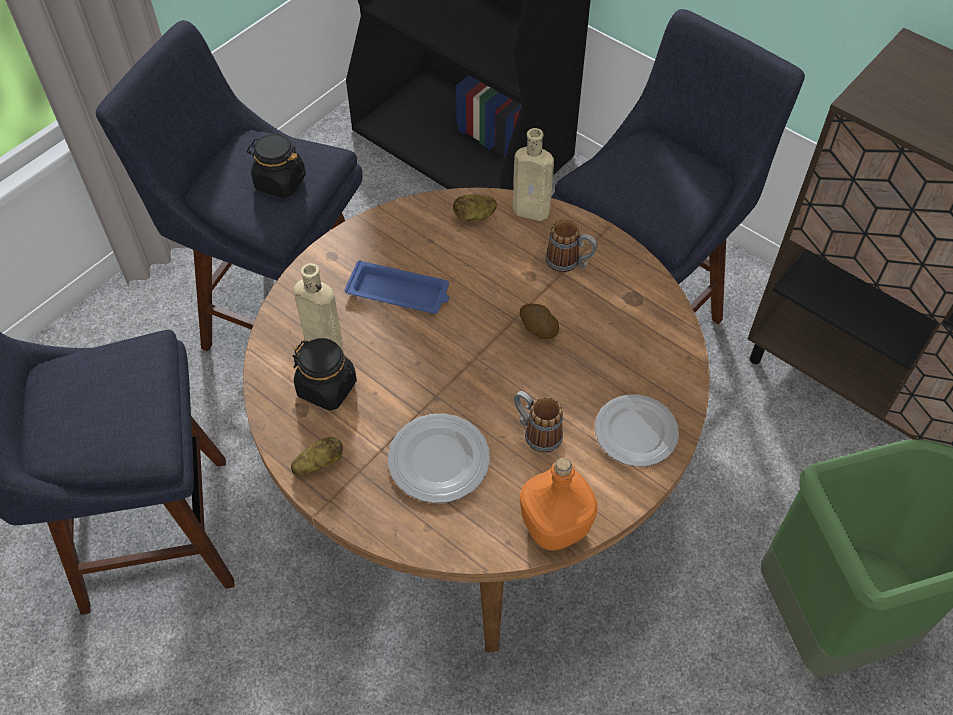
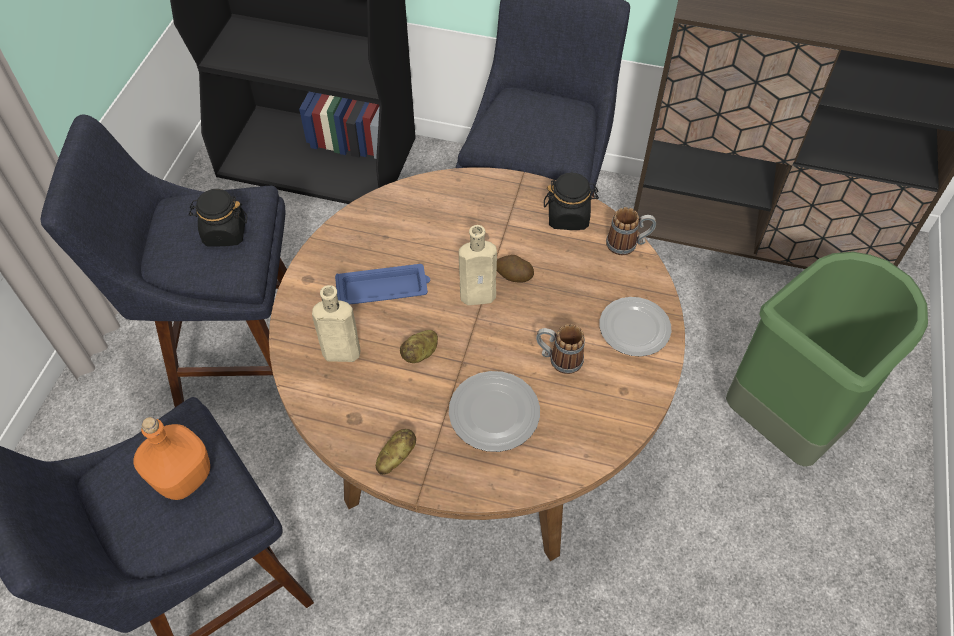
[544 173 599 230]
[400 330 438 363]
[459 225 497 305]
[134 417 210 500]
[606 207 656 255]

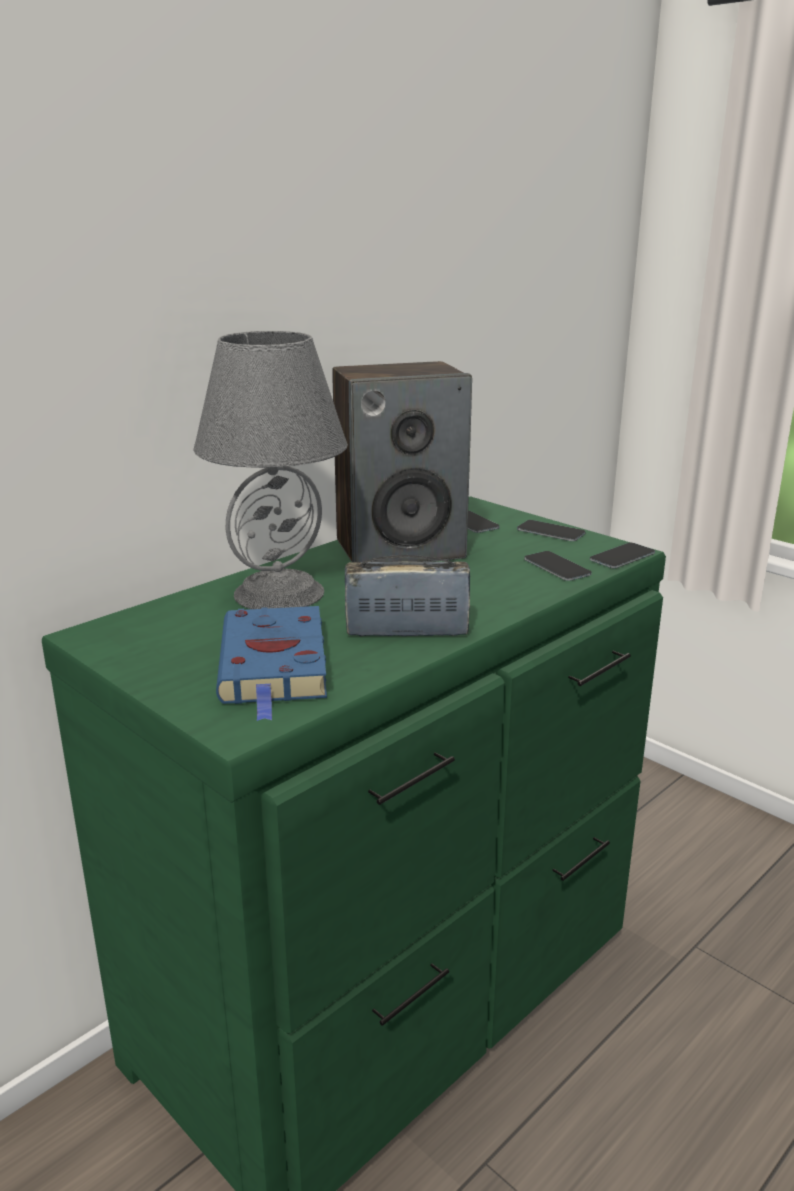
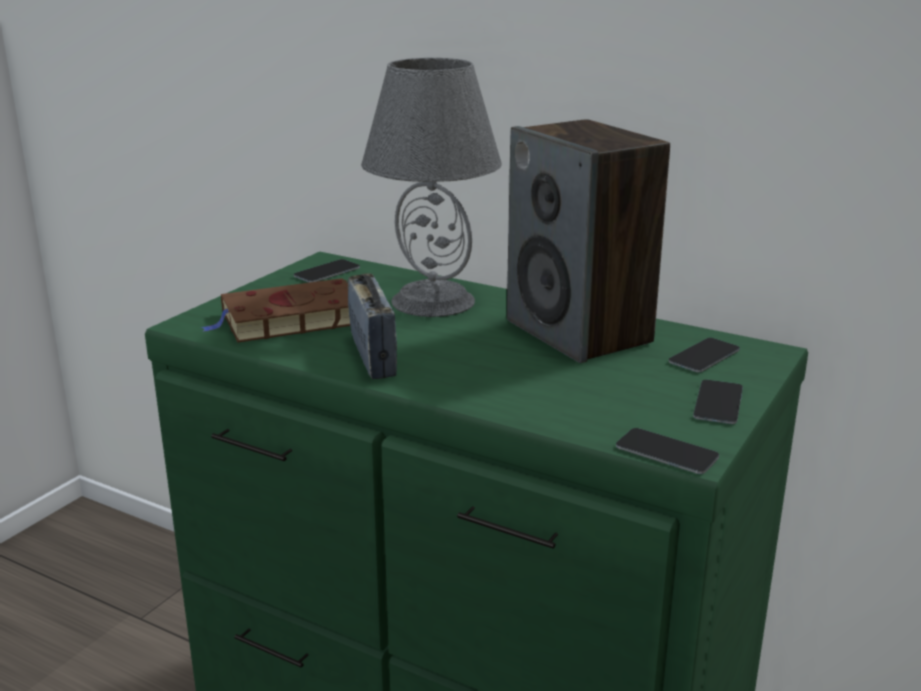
[294 259 360 283]
[201 278 350 342]

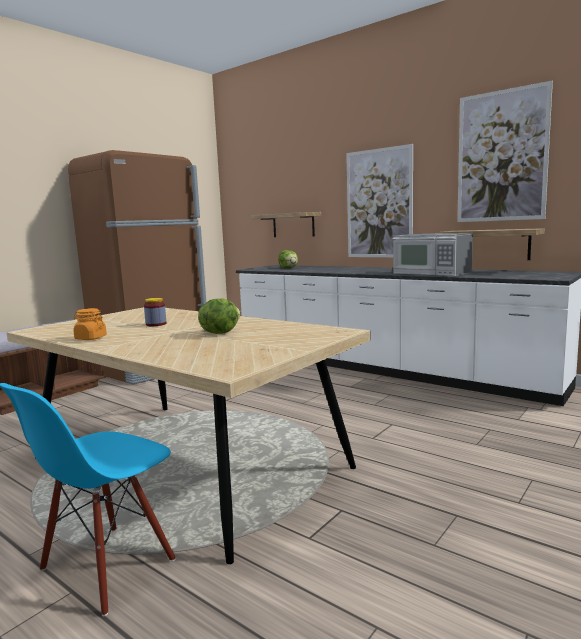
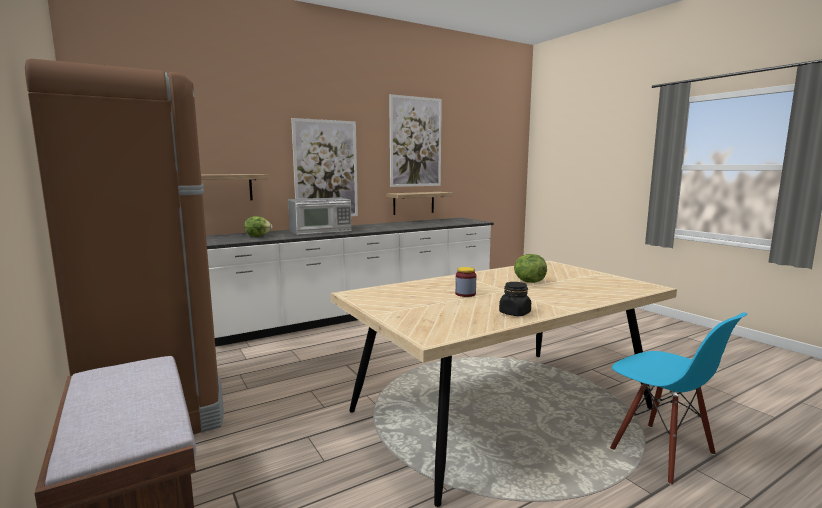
[288 198 352 235]
[499 282 531 316]

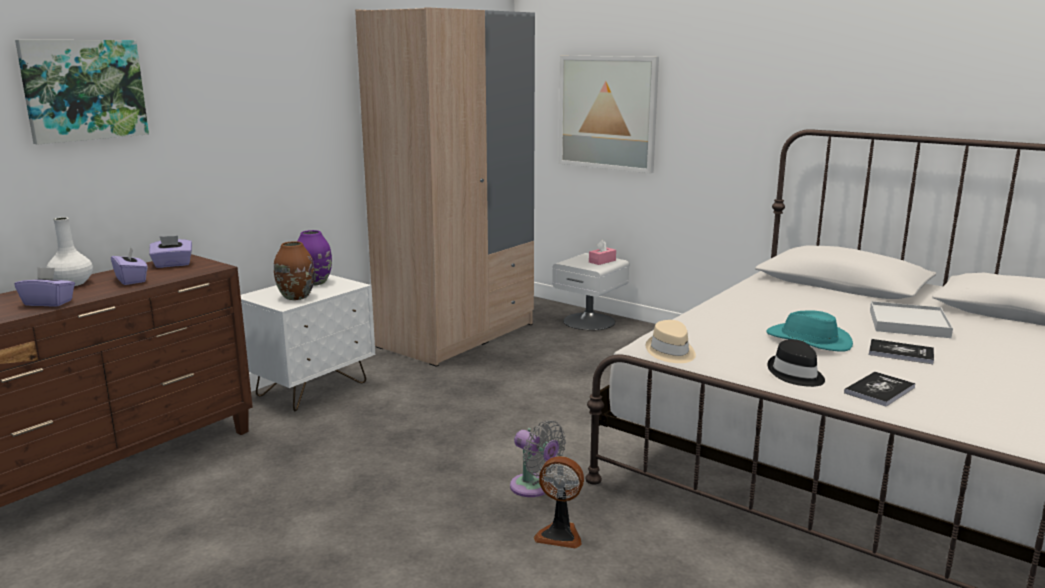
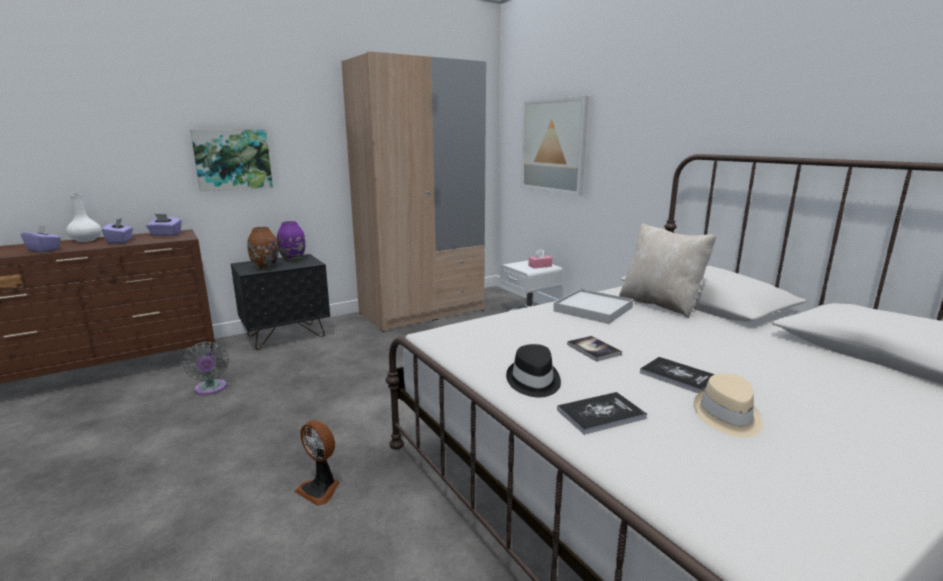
[619 223 716 318]
[190 130 273 192]
[182 342 229 395]
[694 373 763 437]
[553 289 633 324]
[567 336 622 362]
[231 254 330 350]

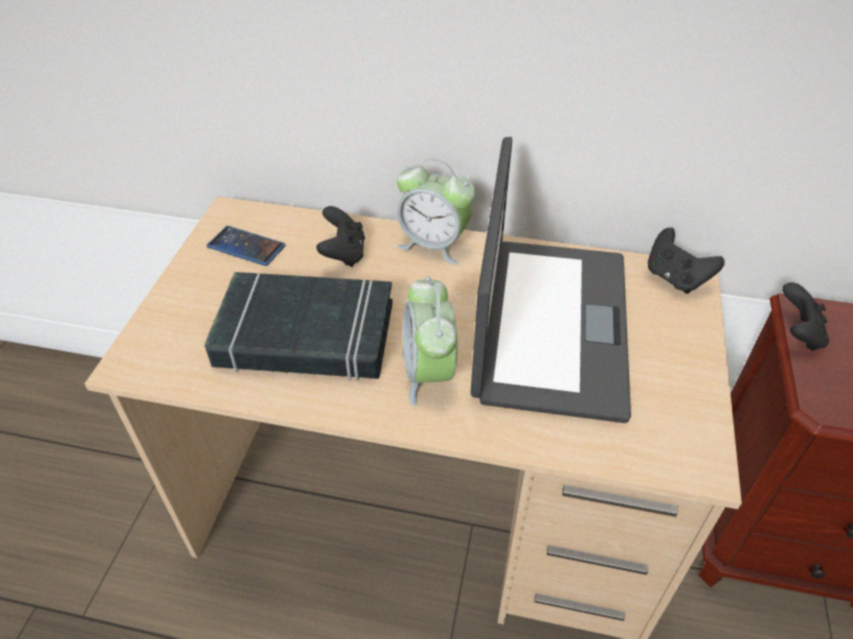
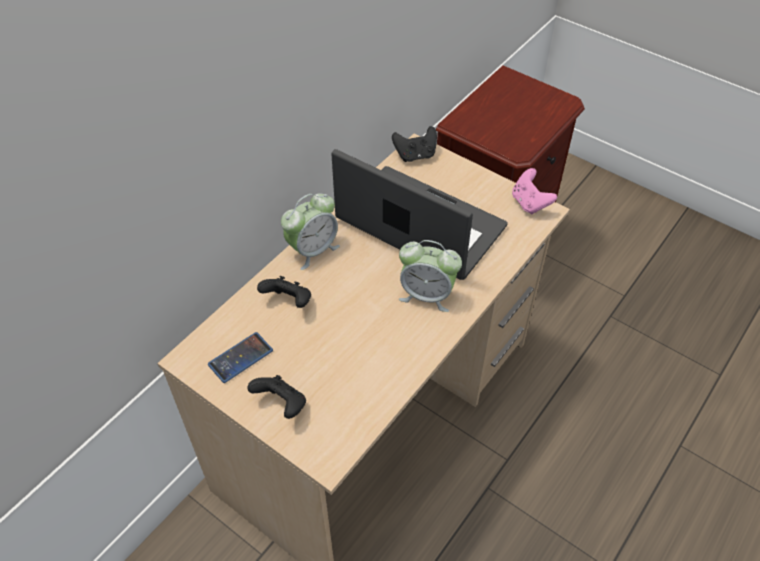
[205 272 393 381] (first image)
[512 168 557 215]
[247 375 306 419]

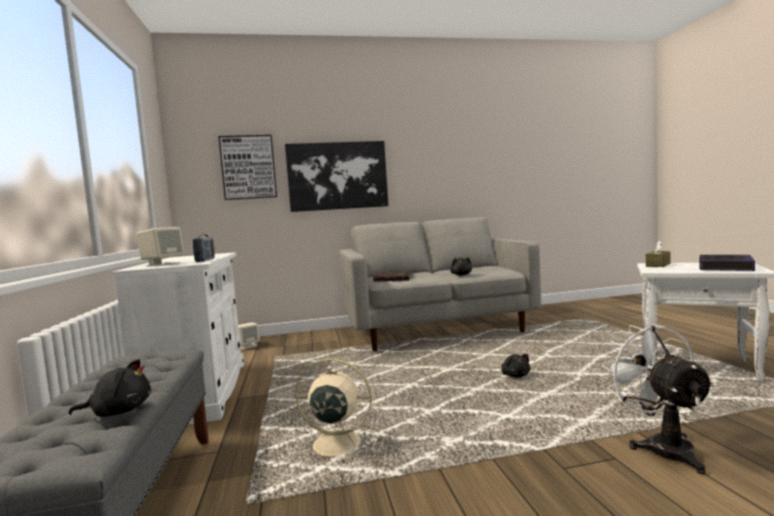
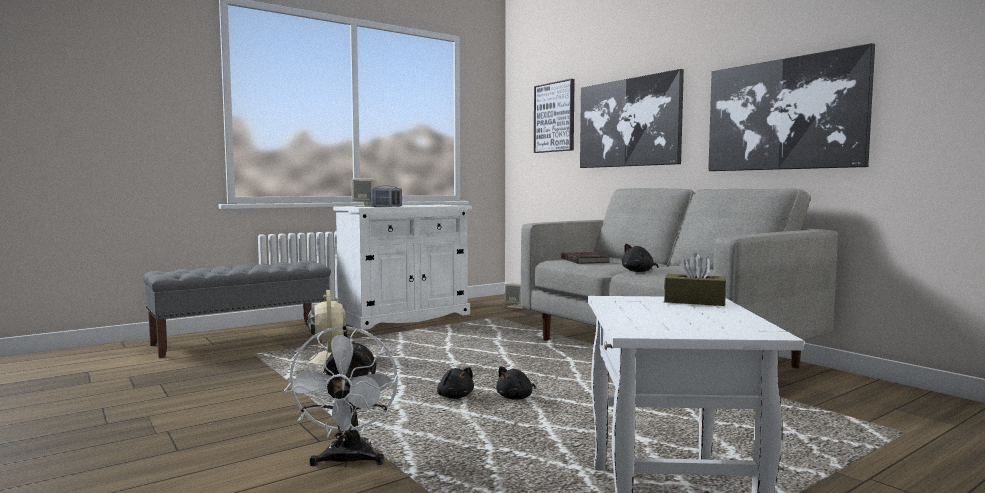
[699 255 755 271] (first image)
[708 43 875 171]
[437 367 474 399]
[284 326 398 467]

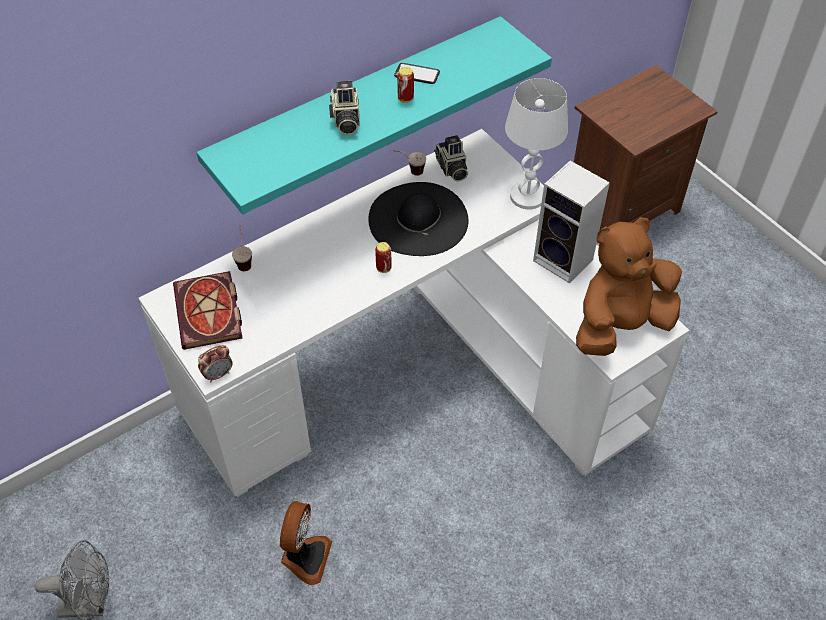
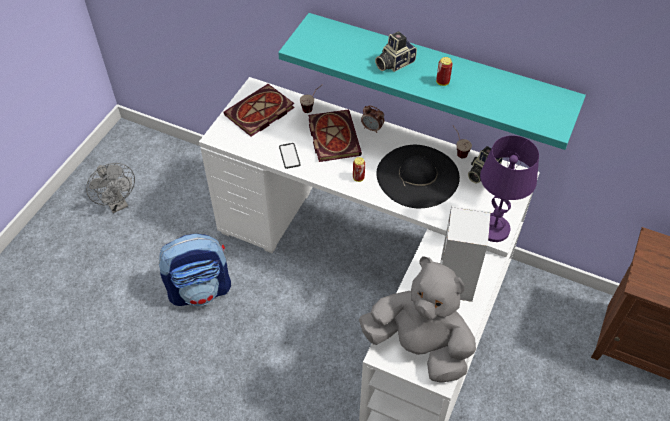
[308 110 362 162]
[361 105 384 133]
[279 143 301 169]
[159 234 231 306]
[480 135 539 242]
[359 256 476 383]

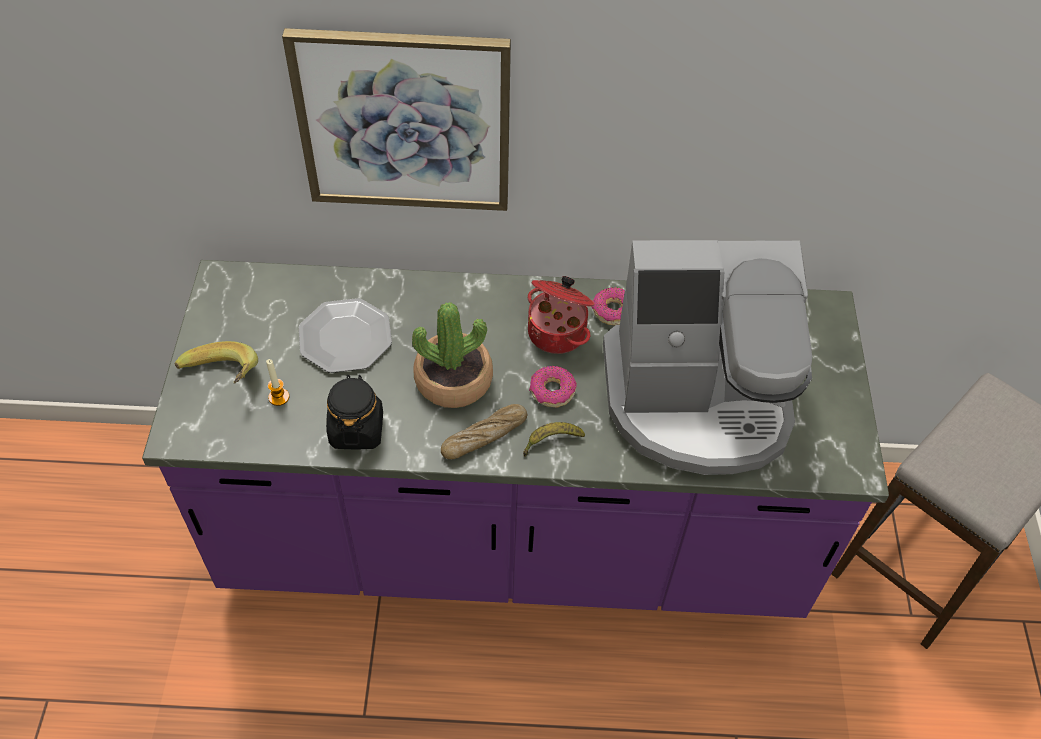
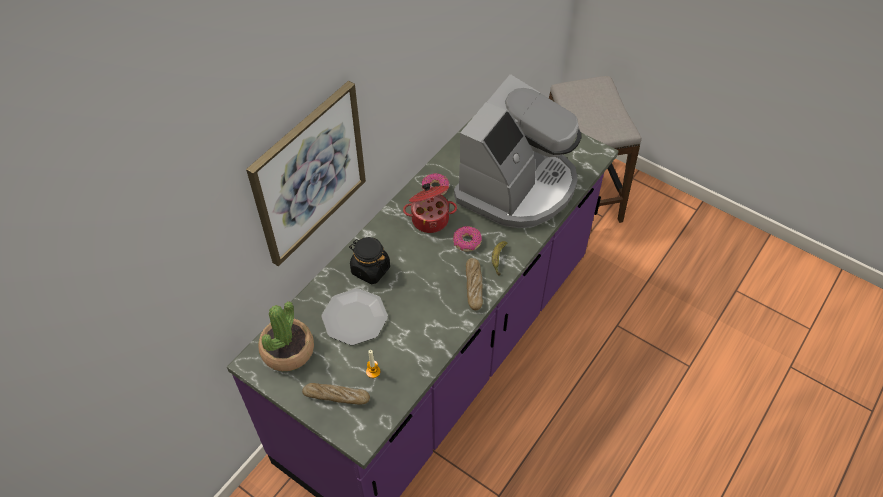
[349 237 390 284]
[258 301 314 371]
[302 383 370 405]

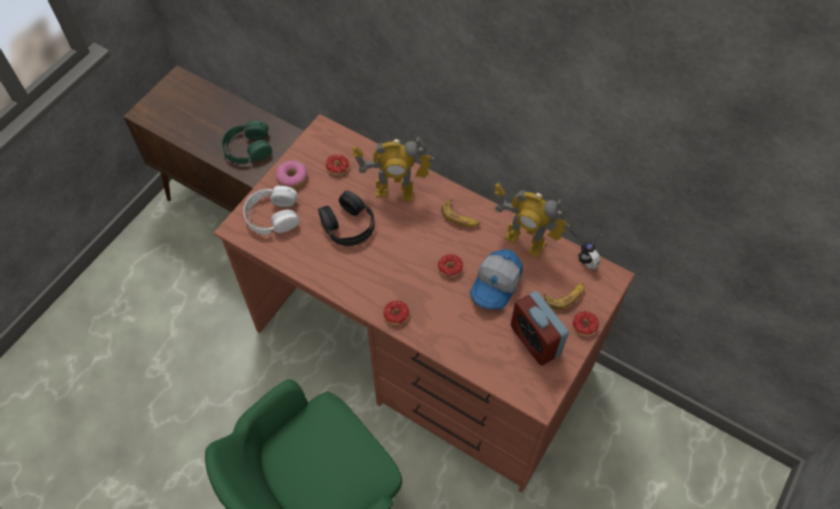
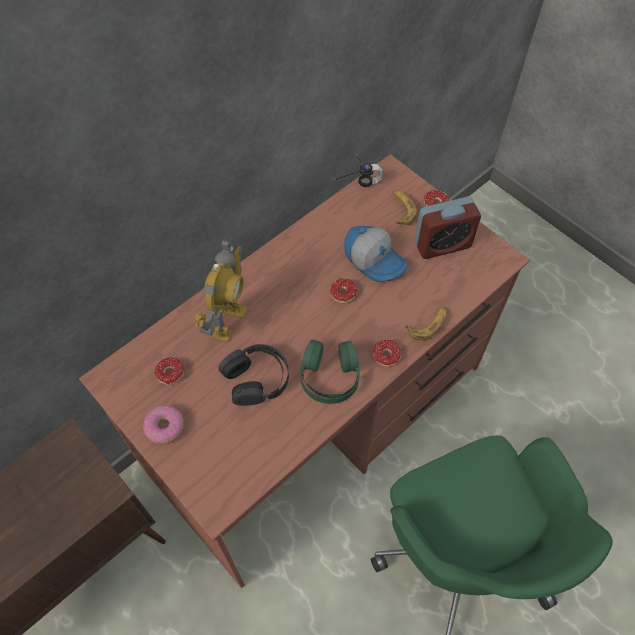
[243 186 299 235] (first image)
[494 183 571 258] (first image)
[300 339 360 404]
[406 307 446 341]

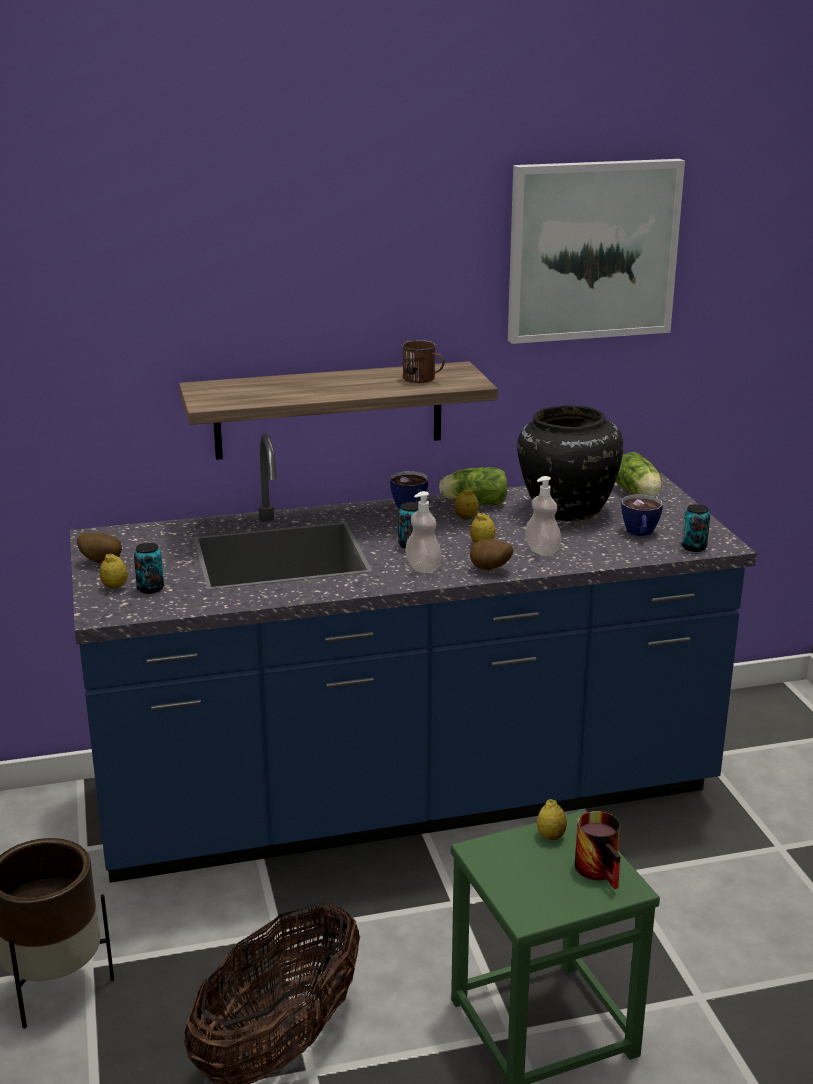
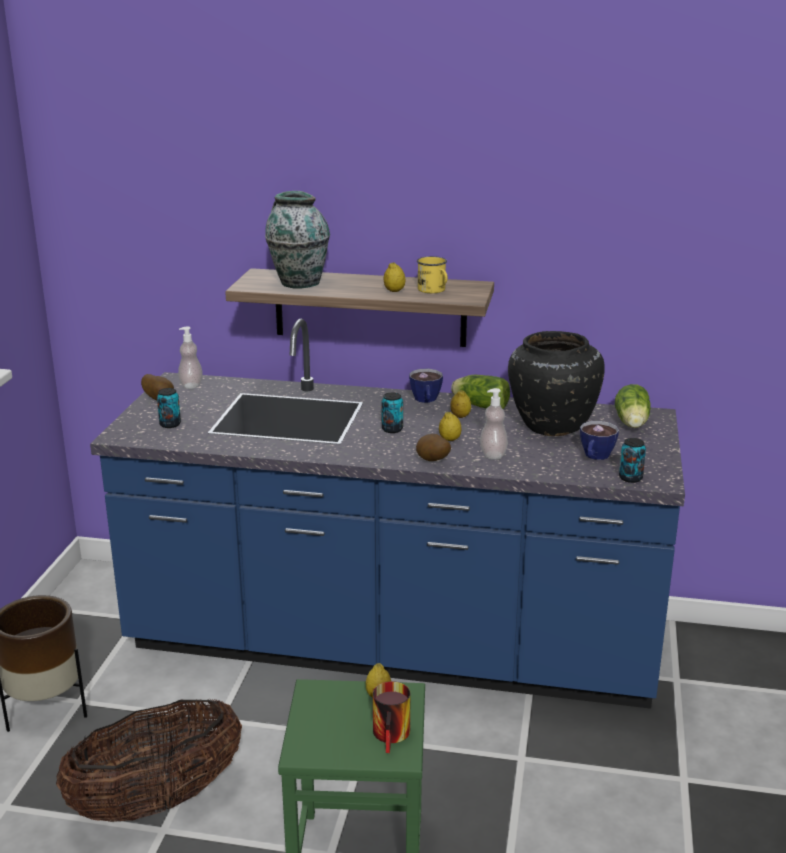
[508 159 685 344] (first image)
[265 191 330 289]
[384 262 406 292]
[178 326 203 389]
[417 256 448 293]

